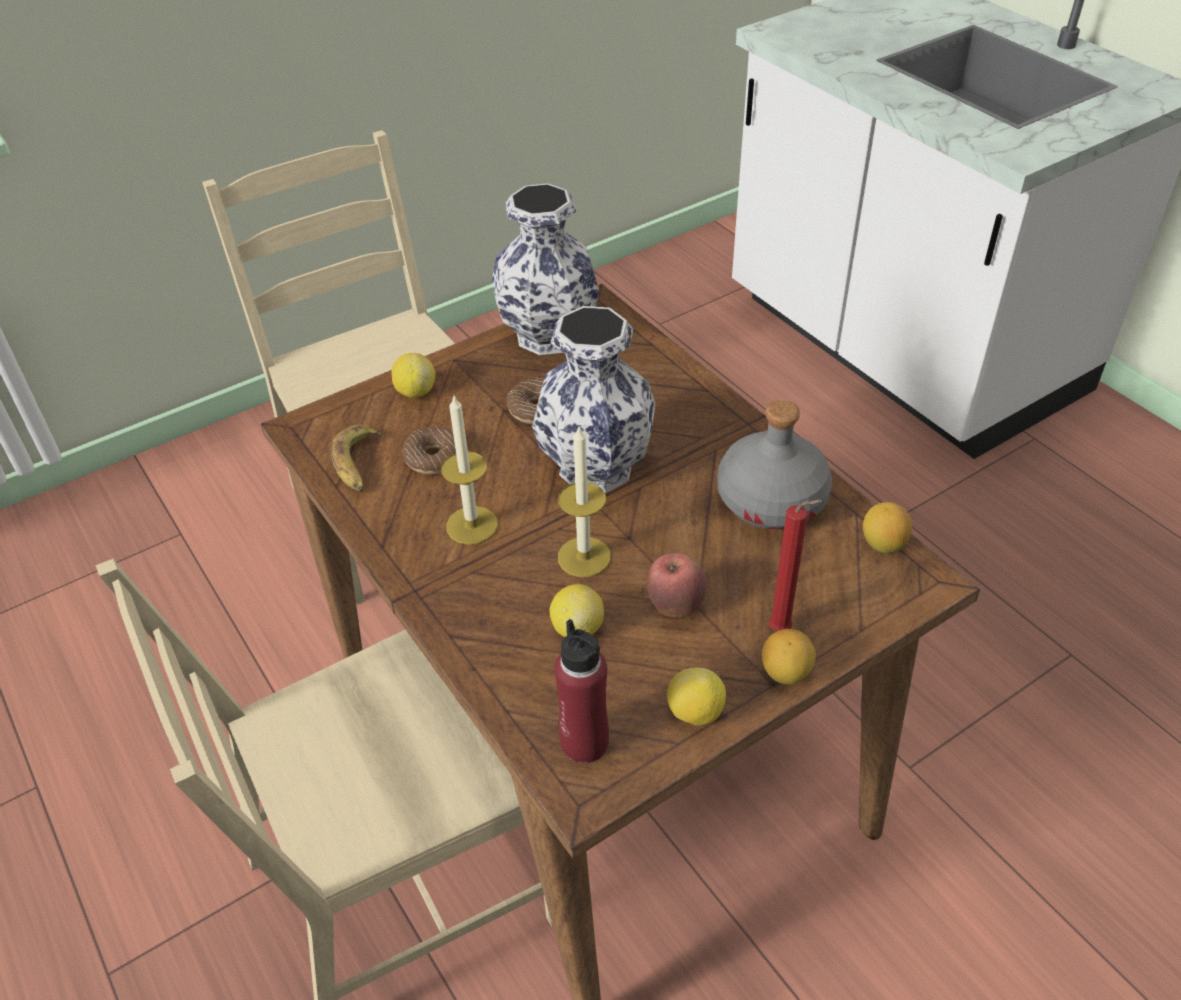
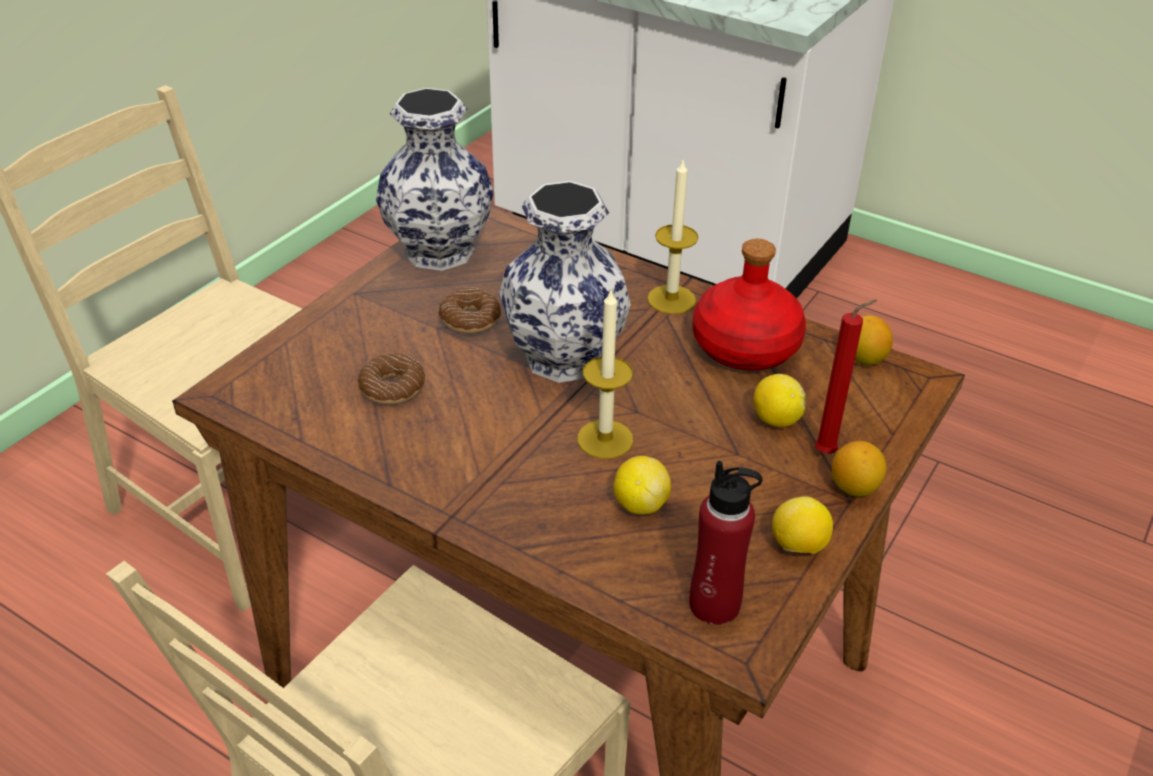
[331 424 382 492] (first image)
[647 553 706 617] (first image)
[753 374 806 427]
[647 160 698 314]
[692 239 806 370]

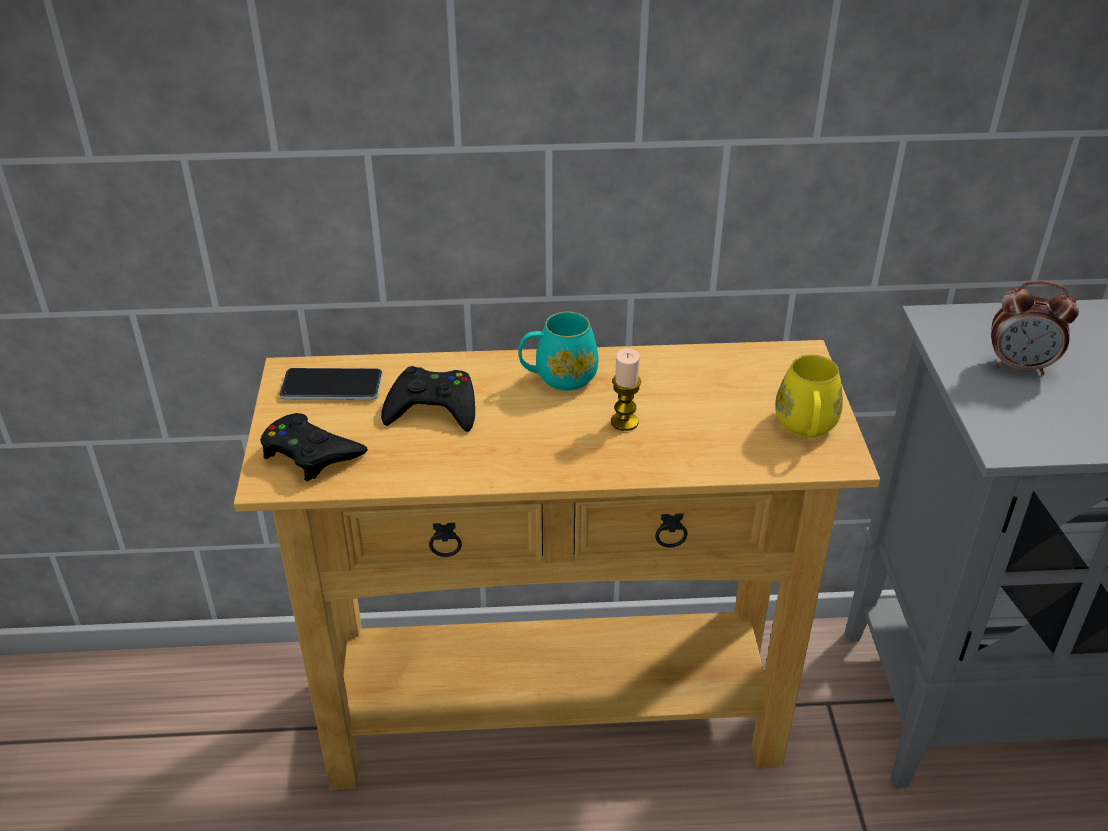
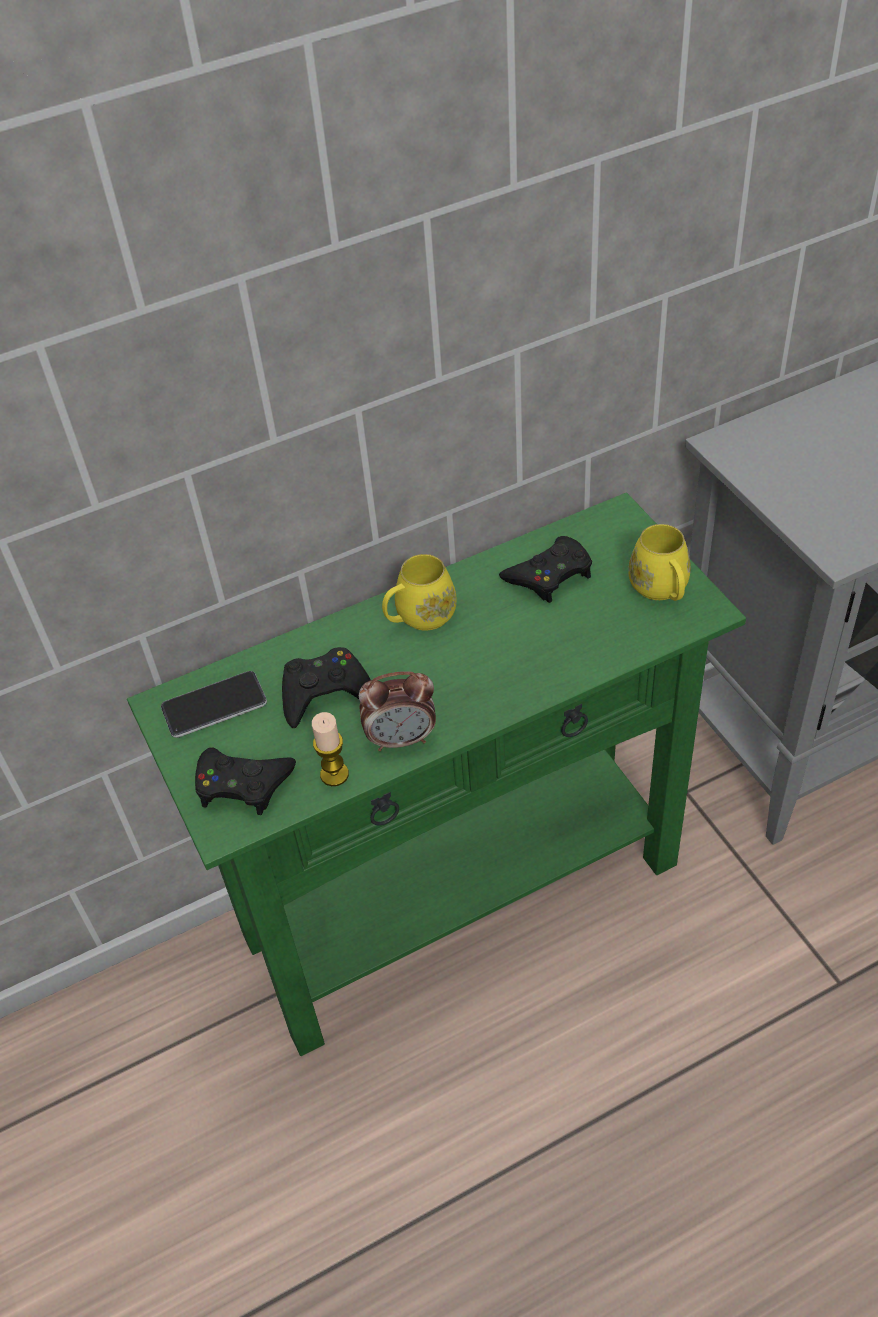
[499 536 592 603]
[312 712 349 786]
[359 671 436 751]
[127 492 746 1056]
[382 554 457 630]

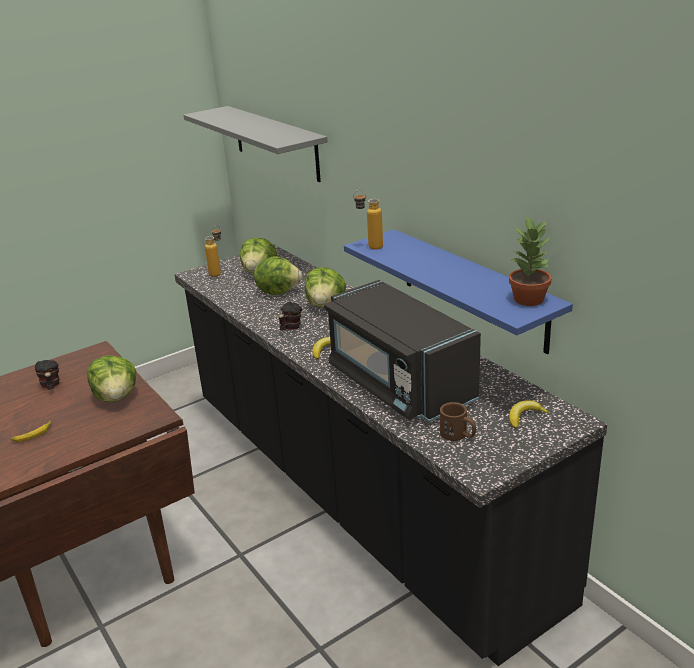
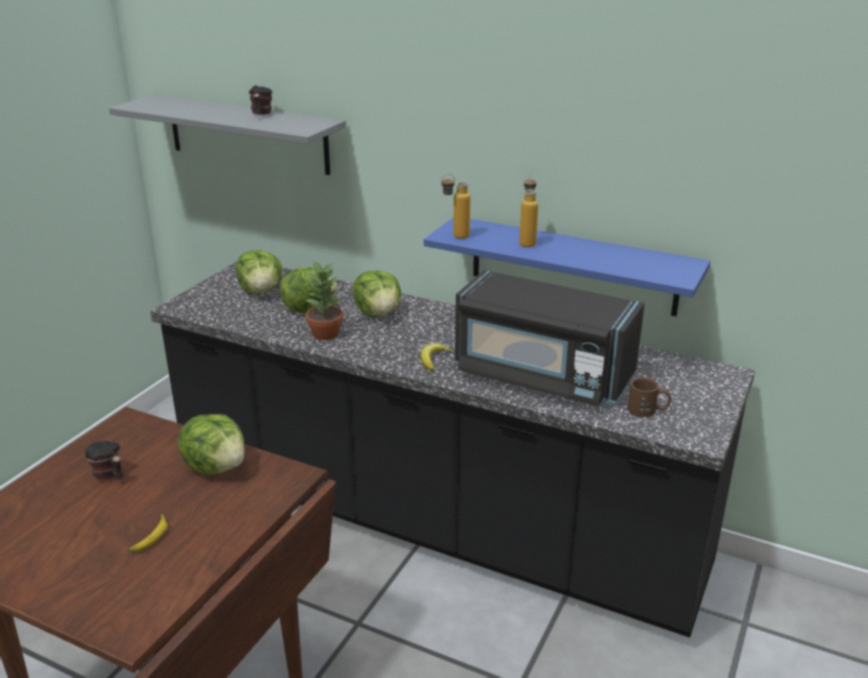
[509 400 550 429] (first image)
[519 174 538 247]
[249 85 273 114]
[304 260 344 340]

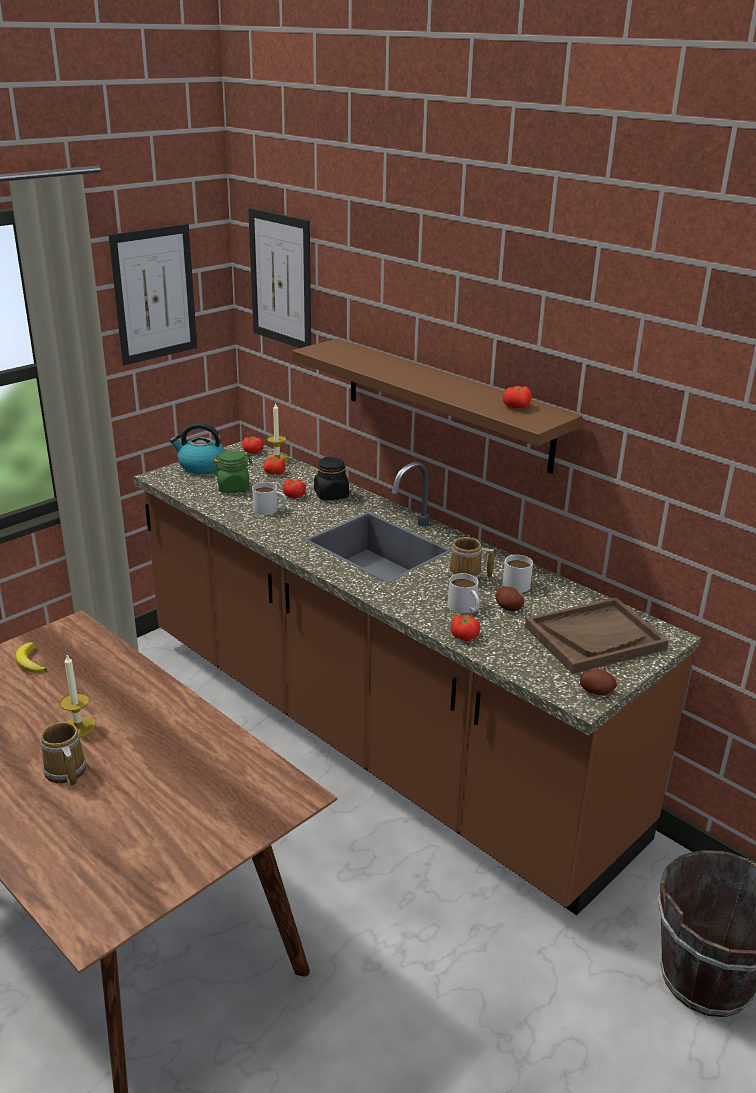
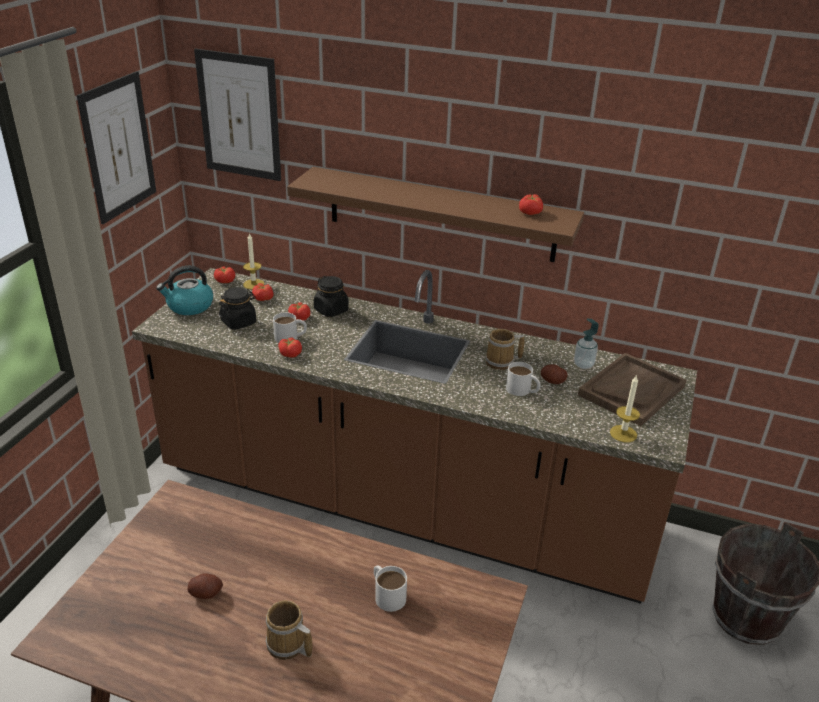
[15 642 47 673] (first image)
[574 319 599 369]
[610 374 640 443]
[278 338 302 358]
[374 565 407 612]
[188 573 223 599]
[219 287 256 330]

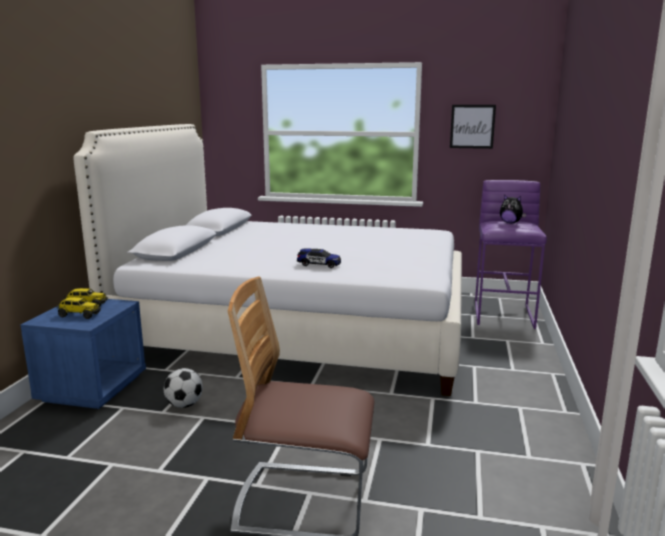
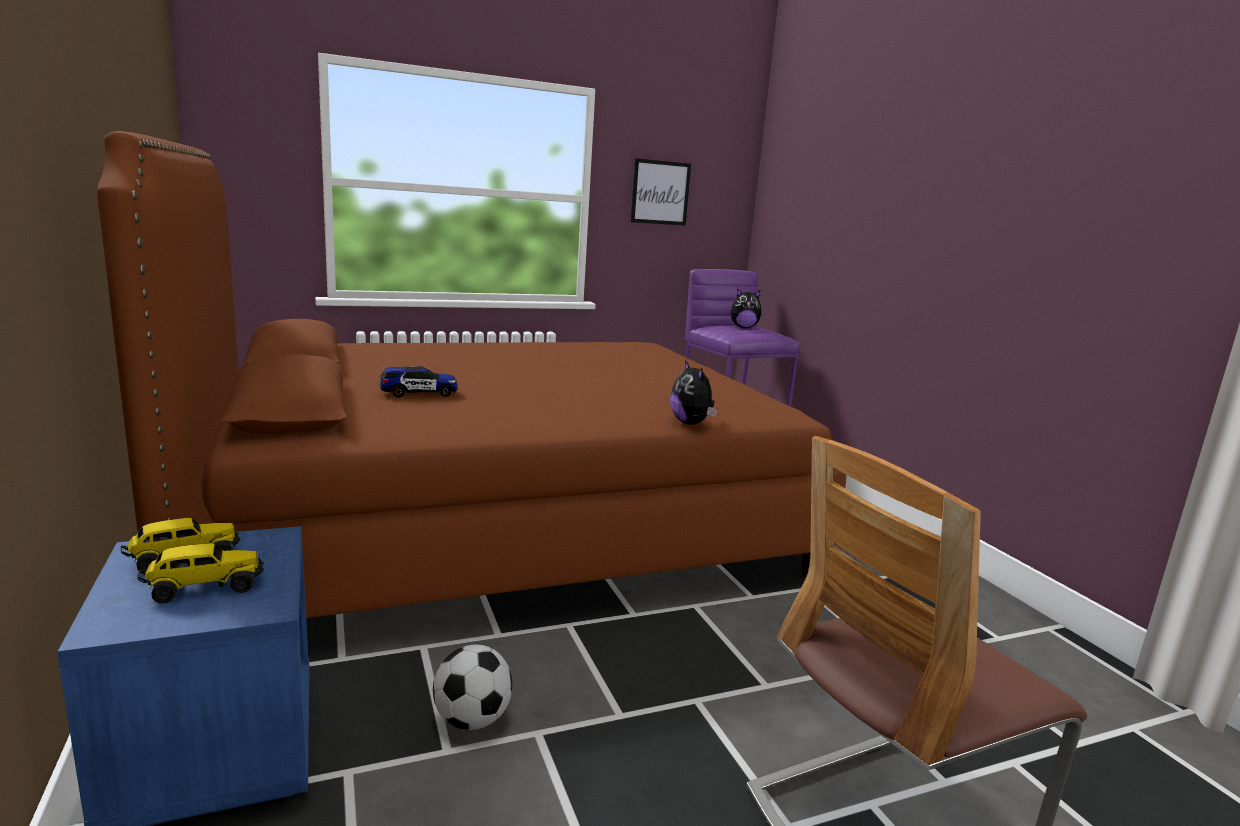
[670 360 717 425]
[380 366 457 398]
[97 131 846 618]

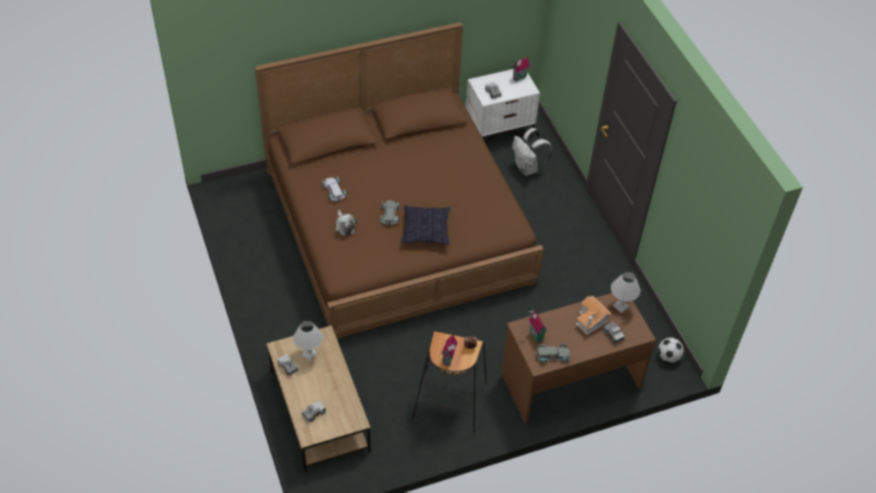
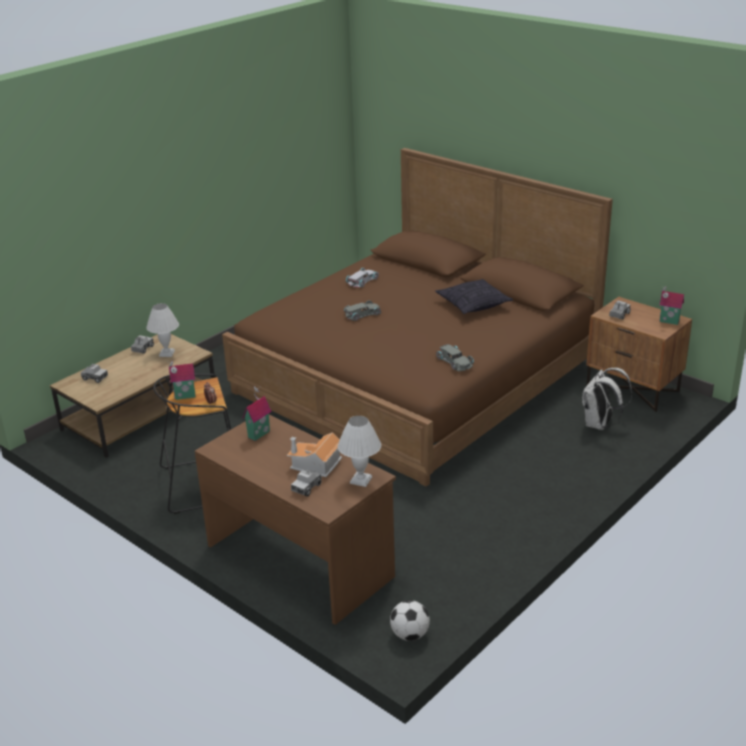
[335 209 357 236] (first image)
[435 279 513 314]
[436 344 474 371]
[586 297 692 412]

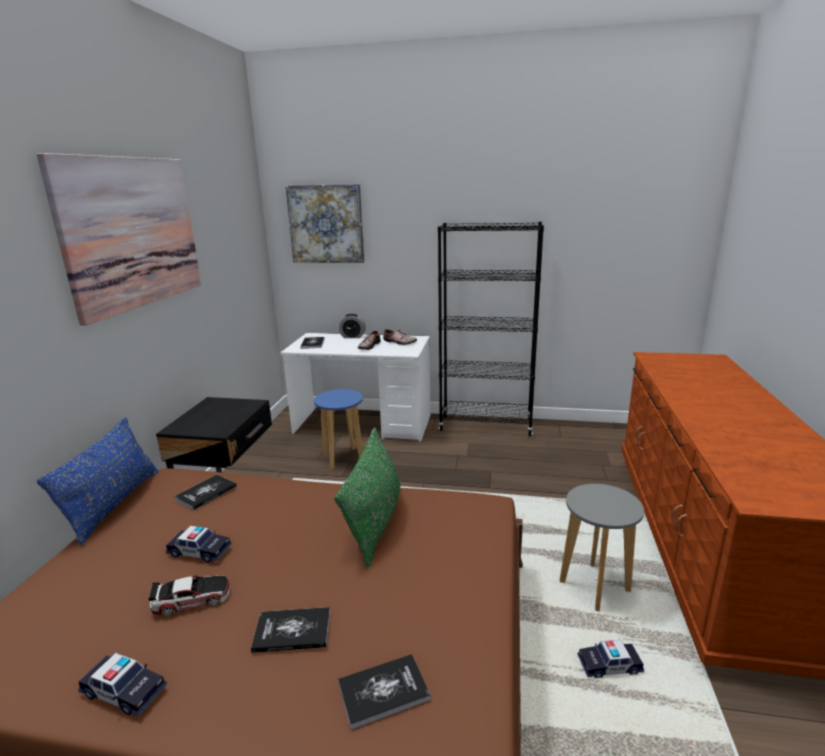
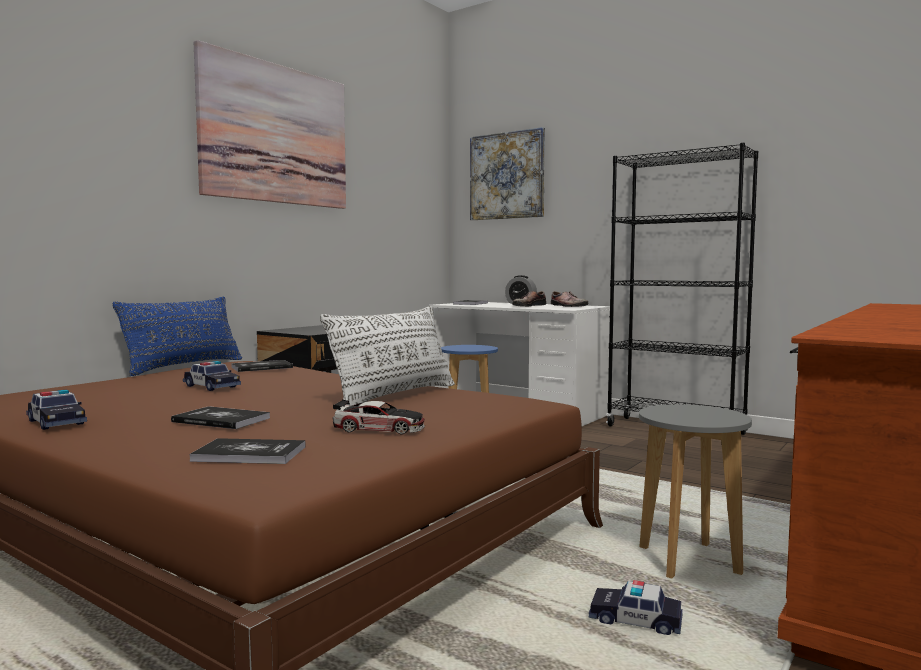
[333 400 425 434]
[320 306 455 406]

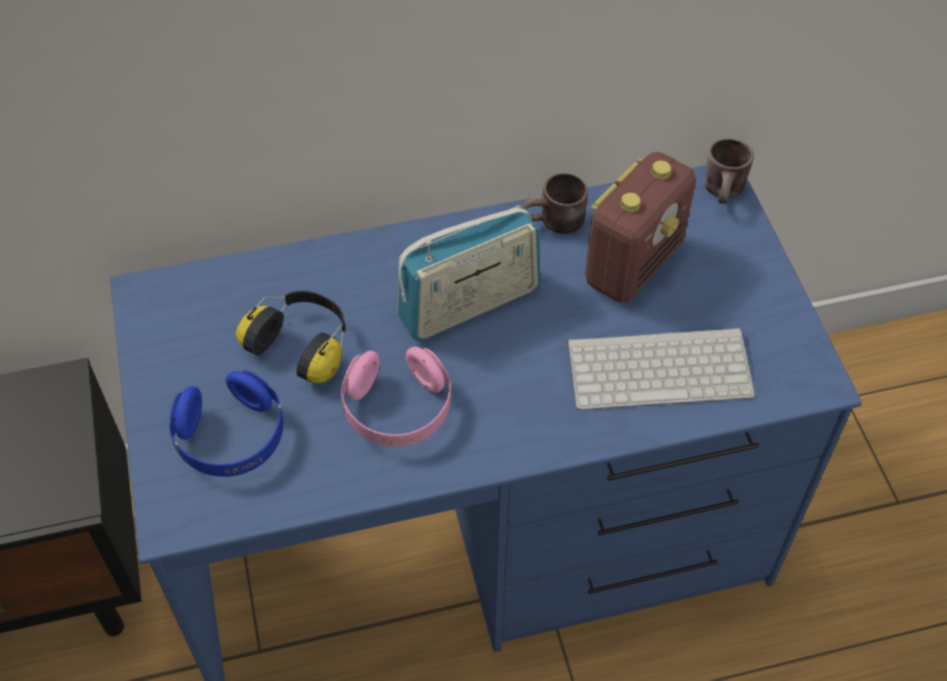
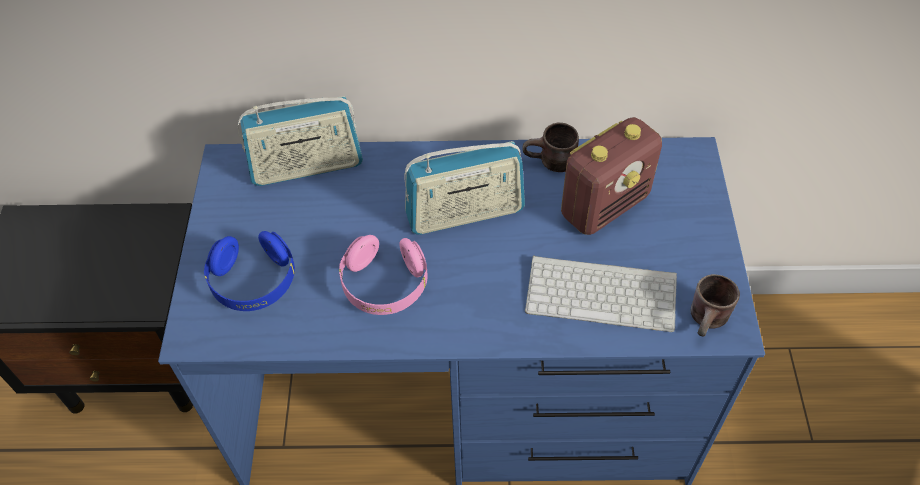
[236 291 345 383] (first image)
[238 96 363 186]
[690 274 740 337]

